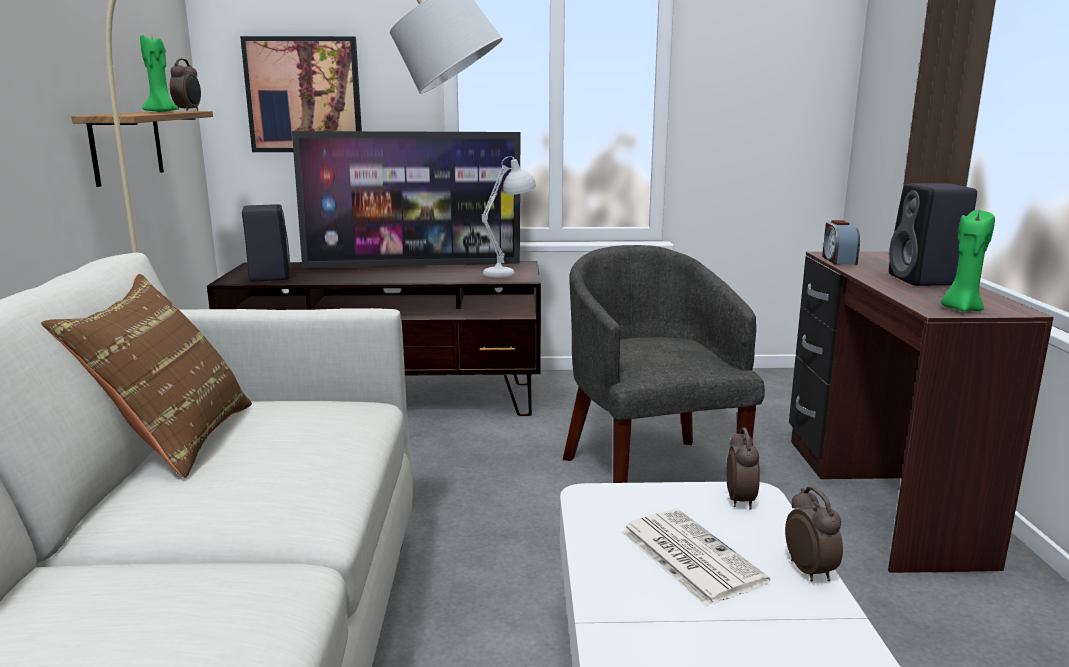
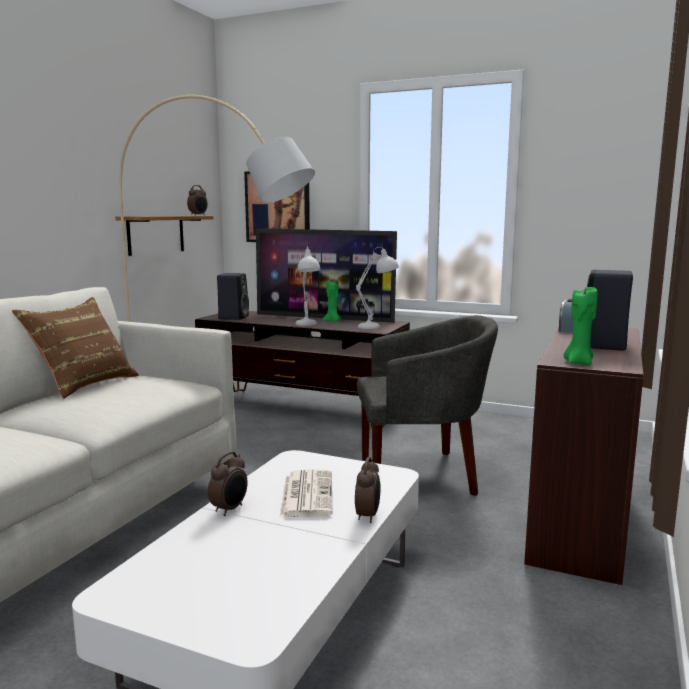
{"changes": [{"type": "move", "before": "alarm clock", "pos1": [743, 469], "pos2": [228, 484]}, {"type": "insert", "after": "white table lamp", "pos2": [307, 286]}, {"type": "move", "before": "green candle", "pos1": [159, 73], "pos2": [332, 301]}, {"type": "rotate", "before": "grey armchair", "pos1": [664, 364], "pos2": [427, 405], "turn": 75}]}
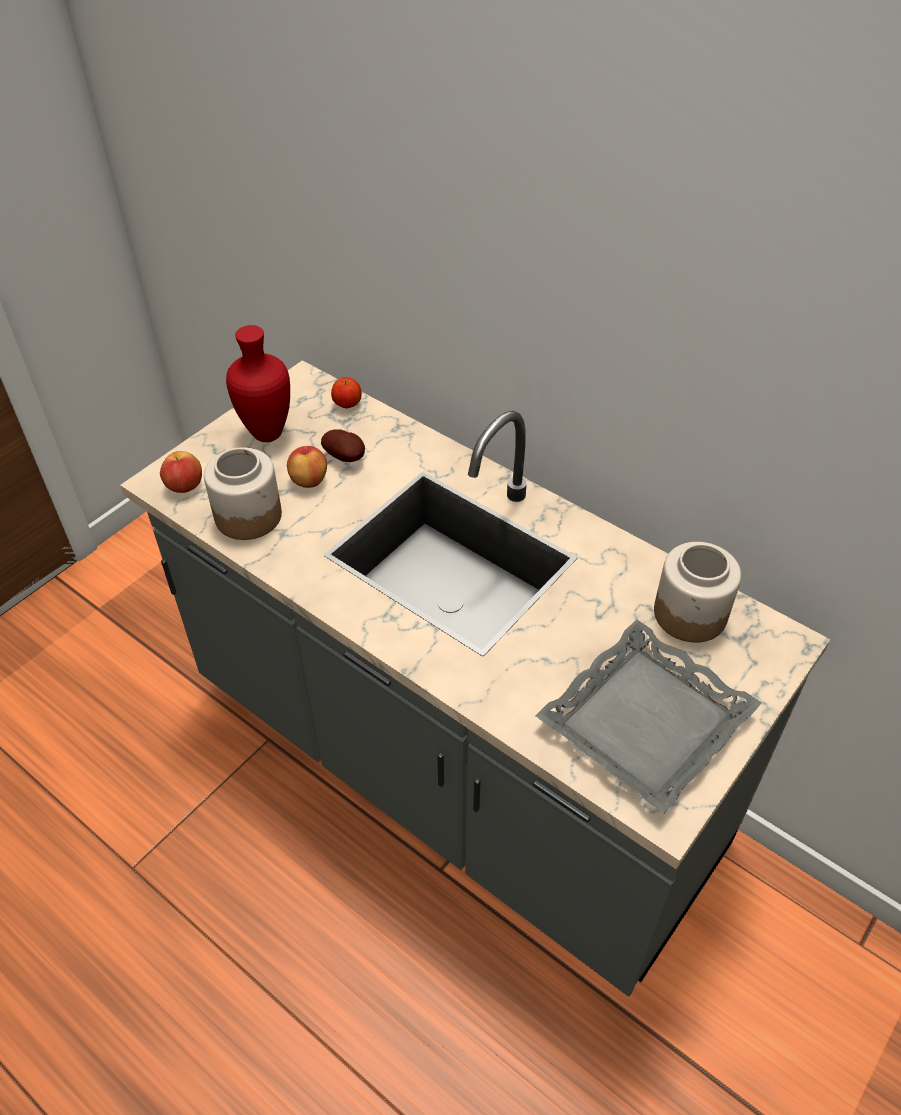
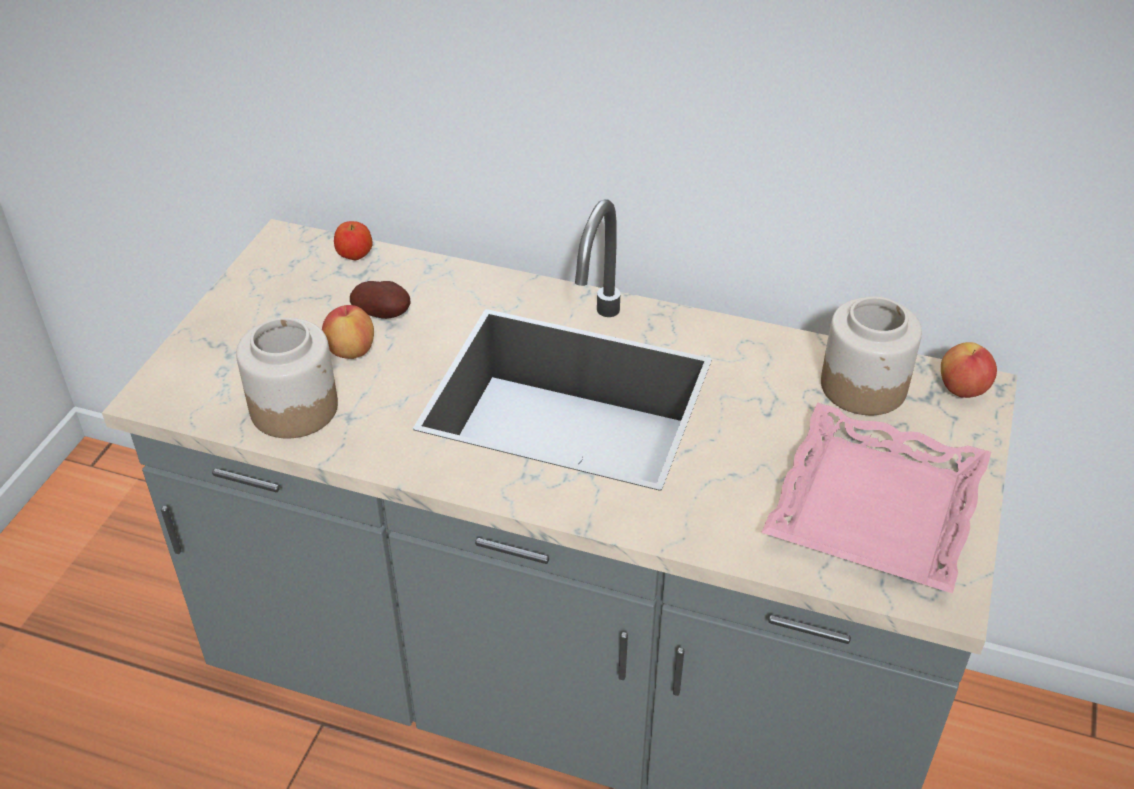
{"changes": [{"type": "recolor", "before": "grey tray", "after": "pink tray", "pos1": [648, 716], "pos2": [876, 498]}, {"type": "move", "before": "apple", "pos1": [181, 472], "pos2": [969, 370]}, {"type": "delete", "before": "red vase", "pos1": [258, 383]}]}
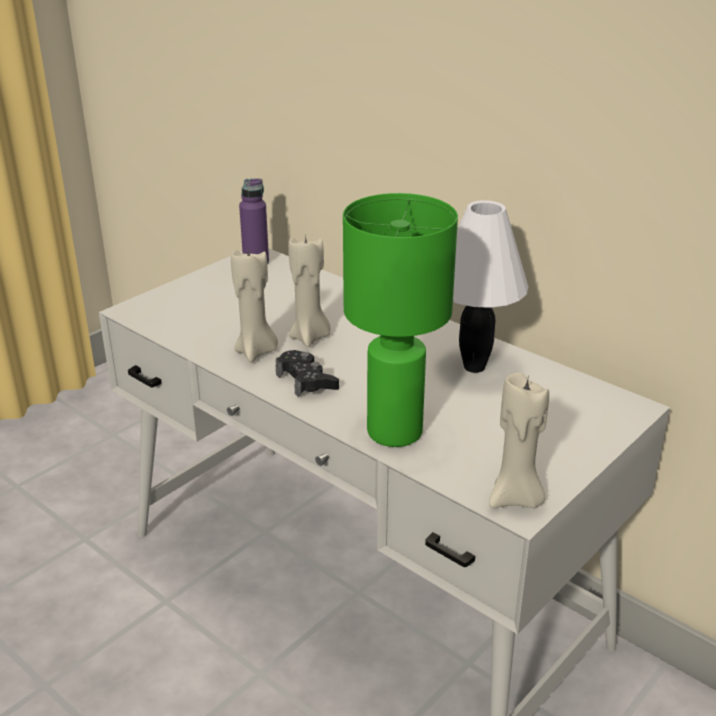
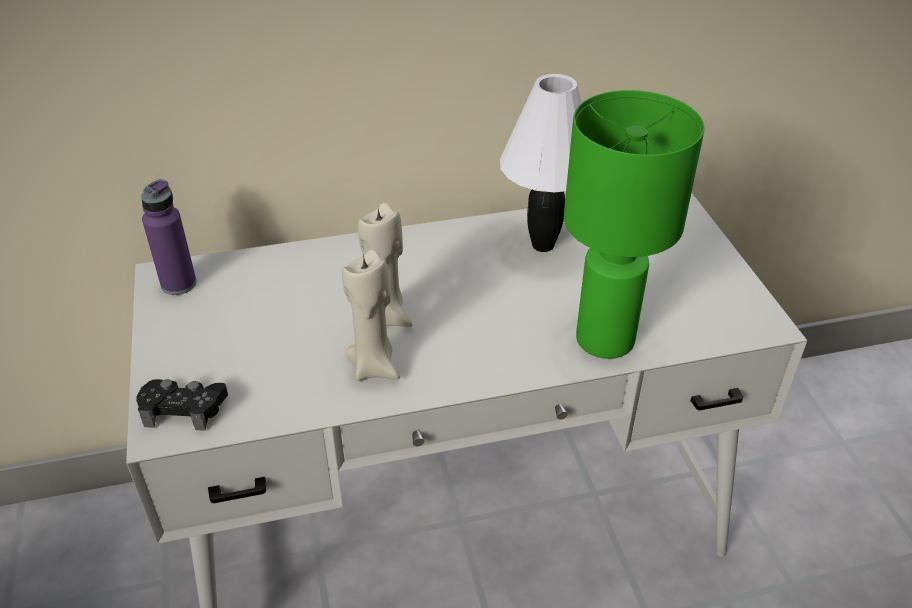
{"changes": [{"type": "move", "before": "black game controller", "pos1": [307, 374], "pos2": [182, 405]}, {"type": "delete", "before": "beige candle", "pos1": [519, 440]}]}
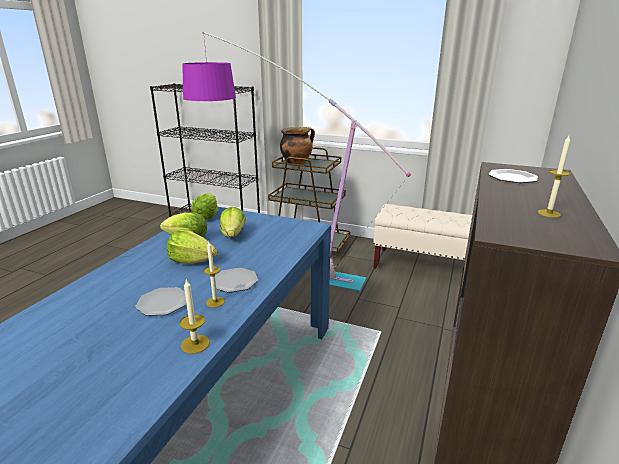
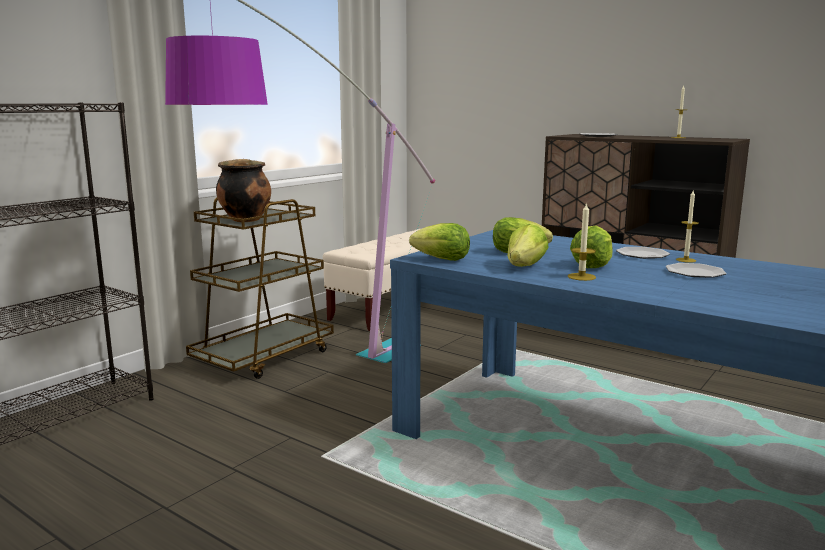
{"changes": [{"type": "move", "before": "candle", "pos1": [195, 316], "pos2": [582, 241]}]}
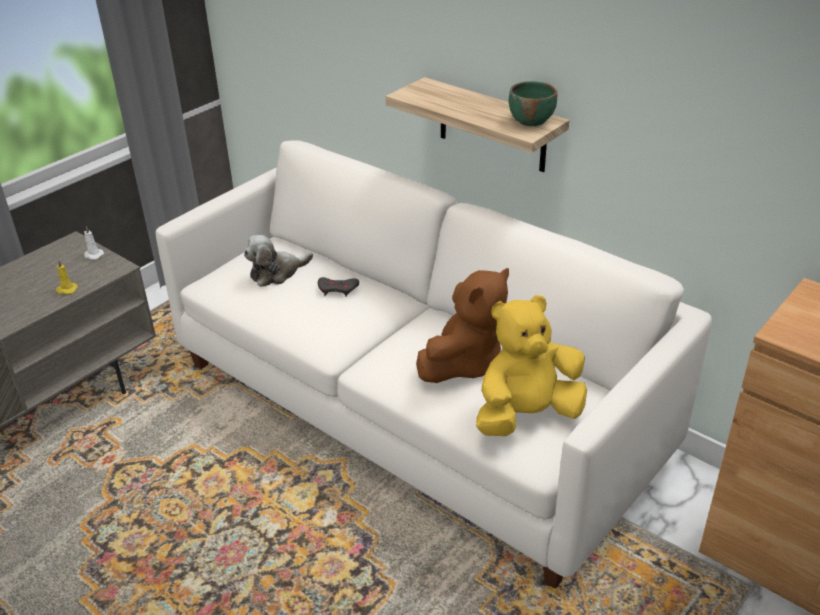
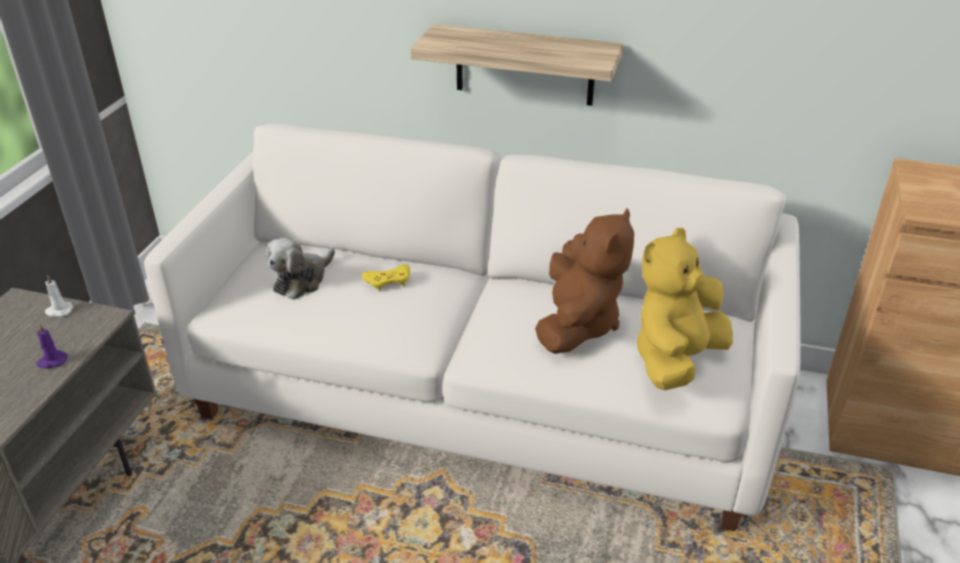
{"changes": [{"type": "recolor", "before": "yellow candle", "after": "purple candle", "pos1": [67, 277], "pos2": [51, 346]}, {"type": "recolor", "before": "grey game controller", "after": "yellow game controller", "pos1": [338, 287], "pos2": [386, 277]}, {"type": "delete", "before": "green bowl", "pos1": [533, 103]}]}
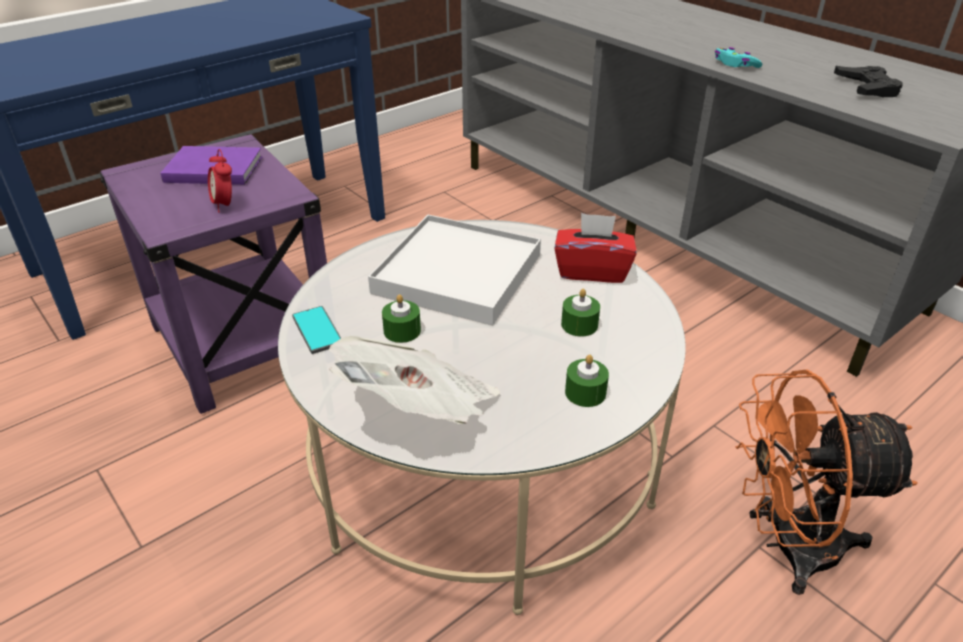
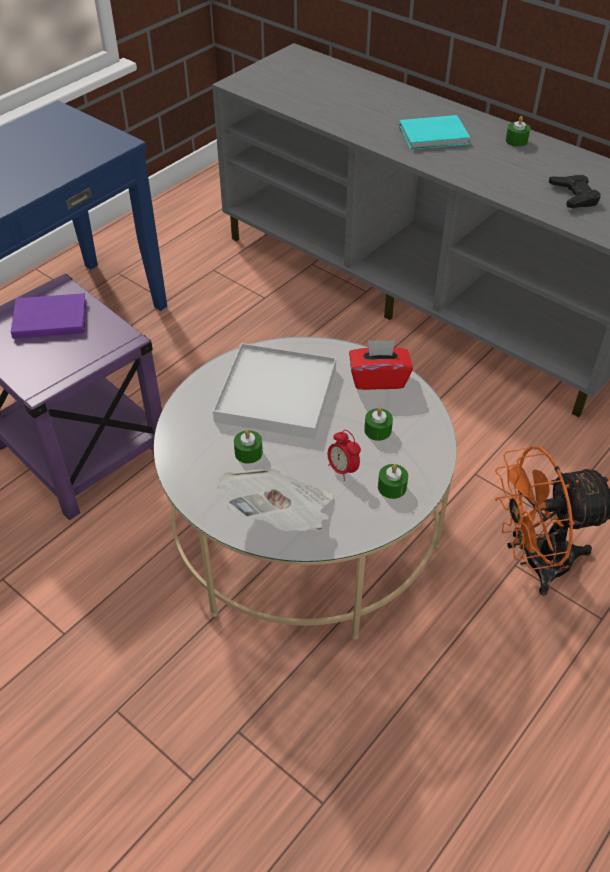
{"changes": [{"type": "move", "before": "alarm clock", "pos1": [220, 181], "pos2": [344, 455]}, {"type": "insert", "after": "turquoise book", "pos2": [434, 132]}, {"type": "insert", "after": "green candle", "pos2": [518, 131]}, {"type": "delete", "before": "phone", "pos1": [316, 330]}, {"type": "delete", "before": "turquoise game controller", "pos1": [739, 57]}]}
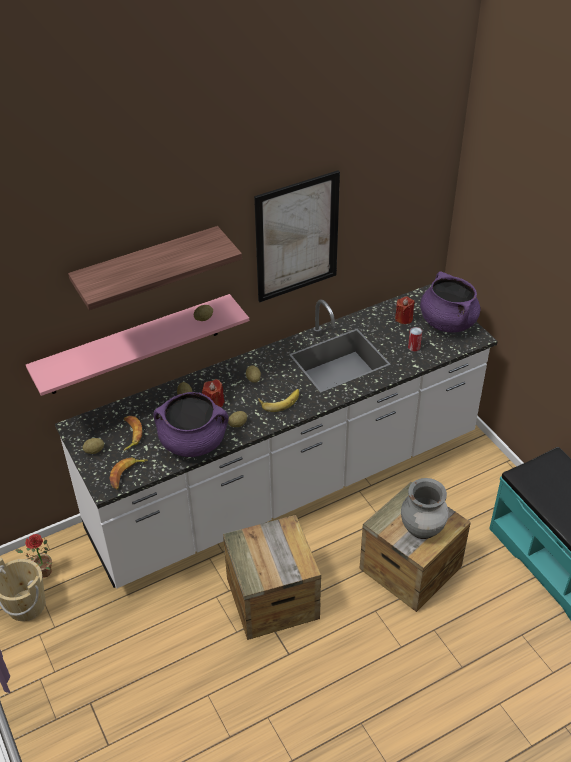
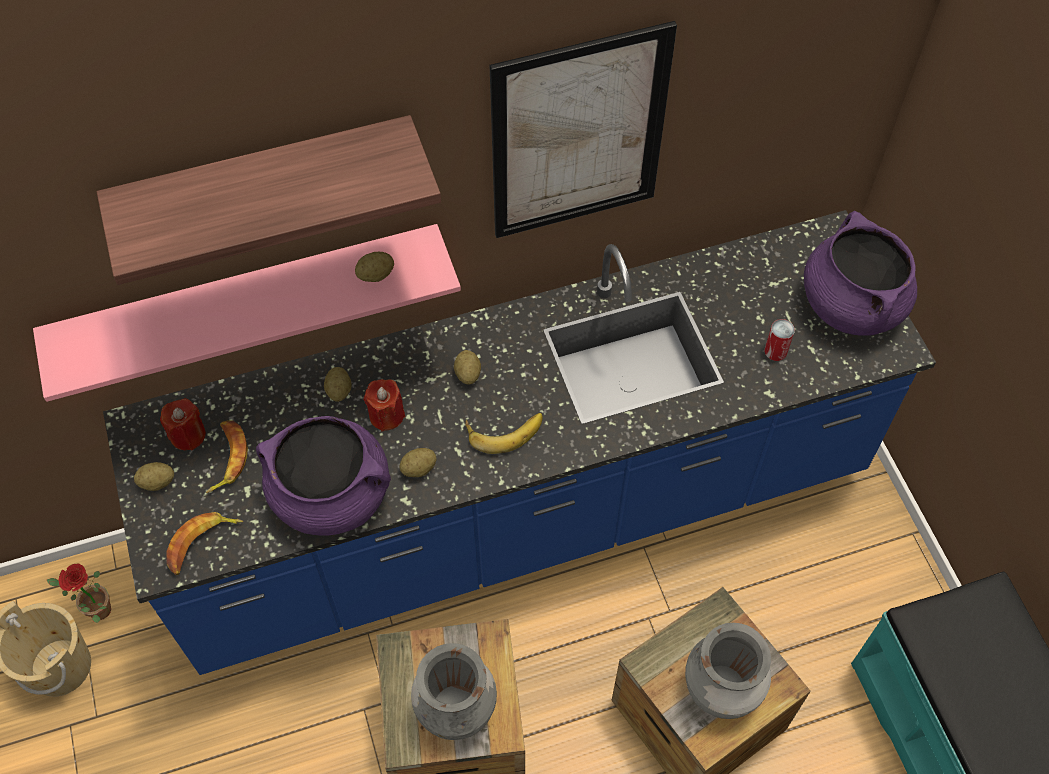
{"changes": [{"type": "recolor", "before": "white counter", "after": "blue counter", "pos1": [276, 436], "pos2": [519, 442]}, {"type": "move", "before": "red candle", "pos1": [405, 310], "pos2": [183, 424]}, {"type": "insert", "after": "grey vase", "pos2": [454, 691]}]}
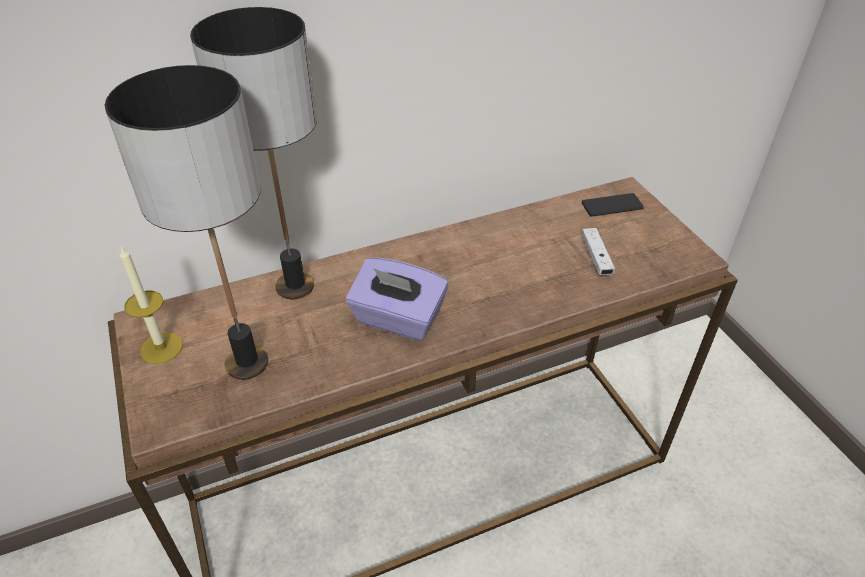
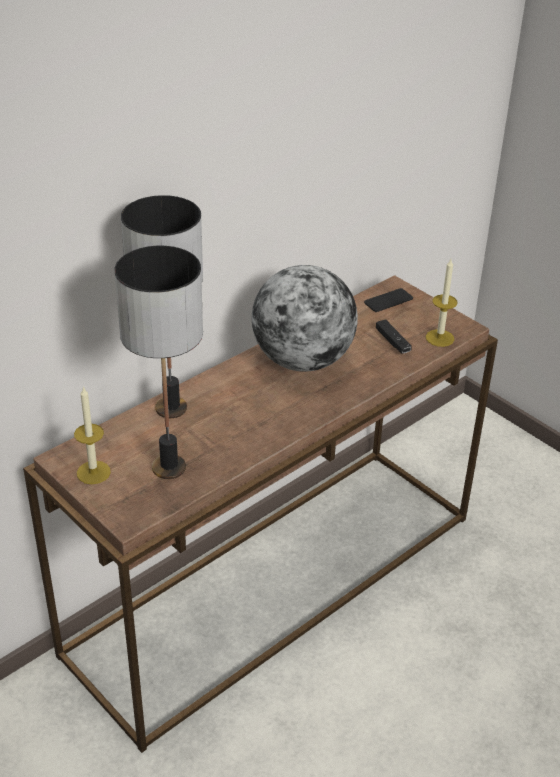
{"changes": [{"type": "insert", "after": "globe", "pos2": [305, 318]}, {"type": "recolor", "before": "white game controller", "after": "black game controller", "pos1": [598, 251], "pos2": [394, 336]}, {"type": "insert", "after": "candle", "pos2": [442, 303]}, {"type": "delete", "before": "purple tissue box", "pos1": [397, 299]}]}
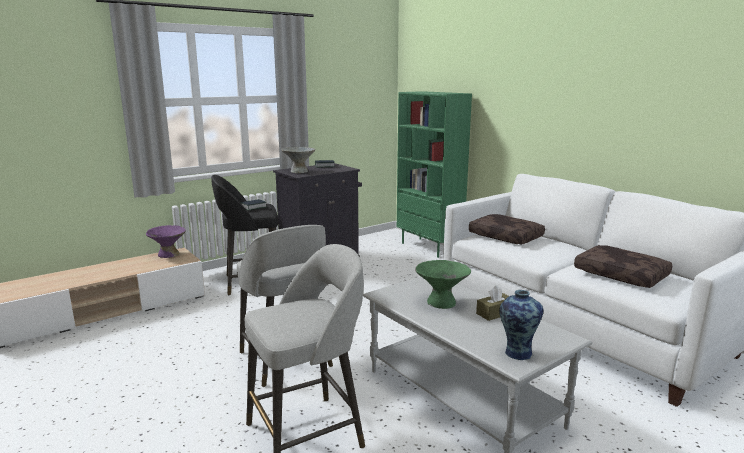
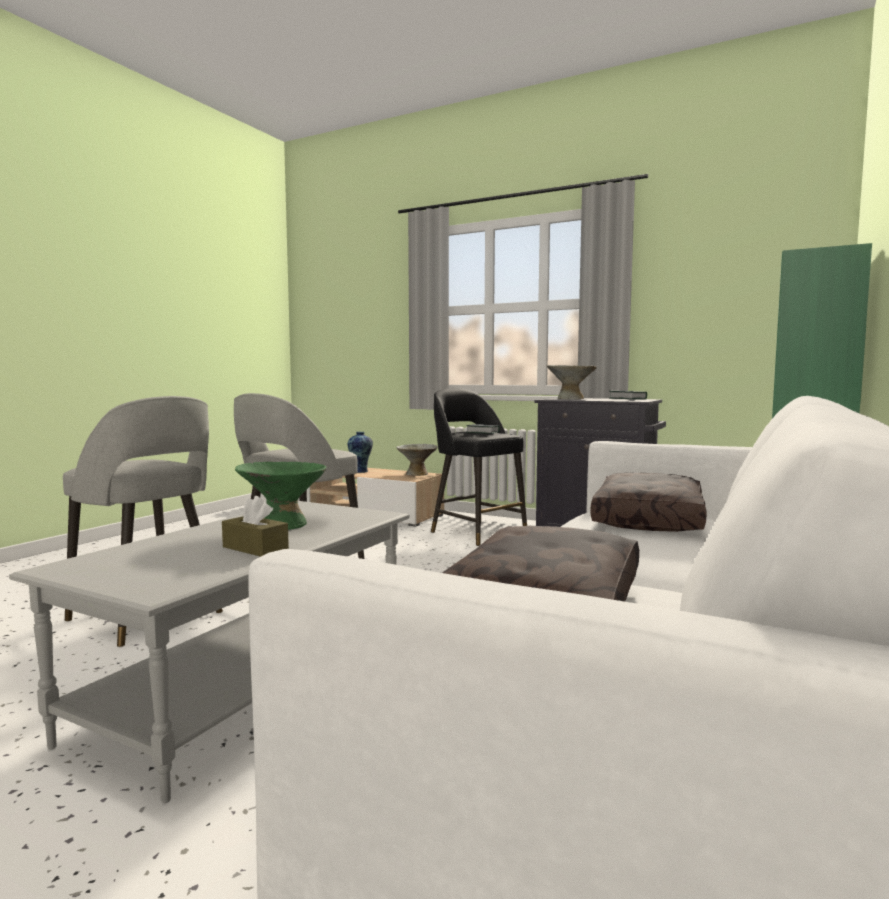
{"changes": [{"type": "move", "before": "vase", "pos1": [521, 325], "pos2": [360, 452]}, {"type": "recolor", "before": "purple bowl", "after": "grey bowl", "pos1": [166, 241], "pos2": [417, 460]}]}
